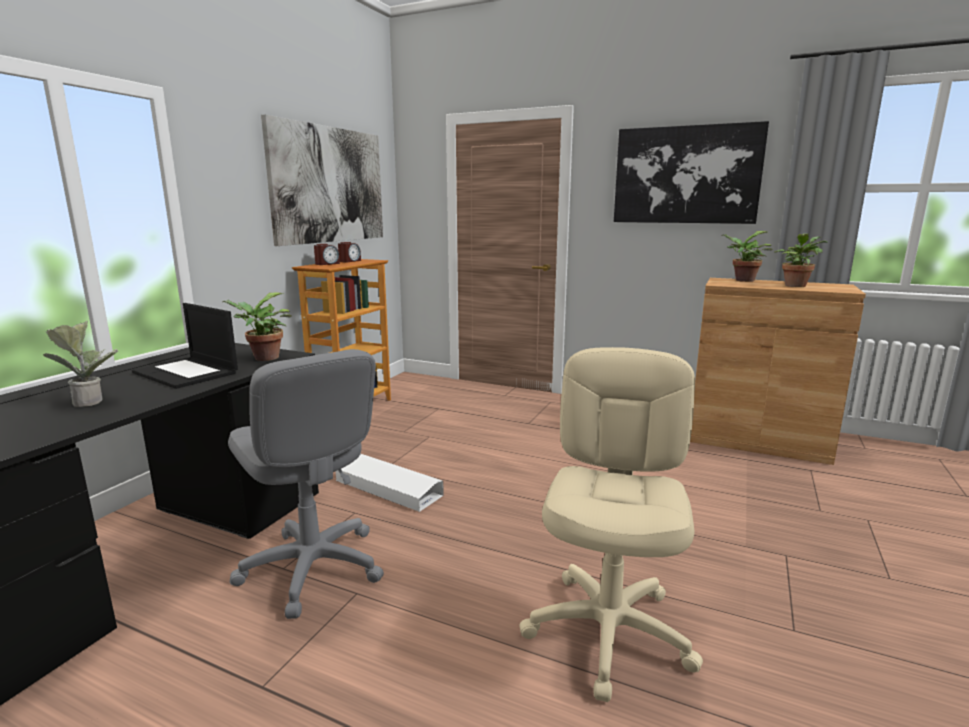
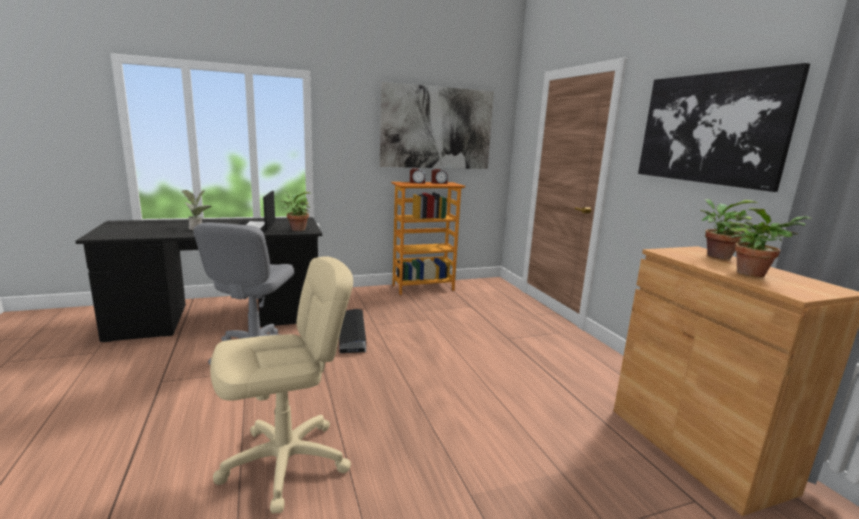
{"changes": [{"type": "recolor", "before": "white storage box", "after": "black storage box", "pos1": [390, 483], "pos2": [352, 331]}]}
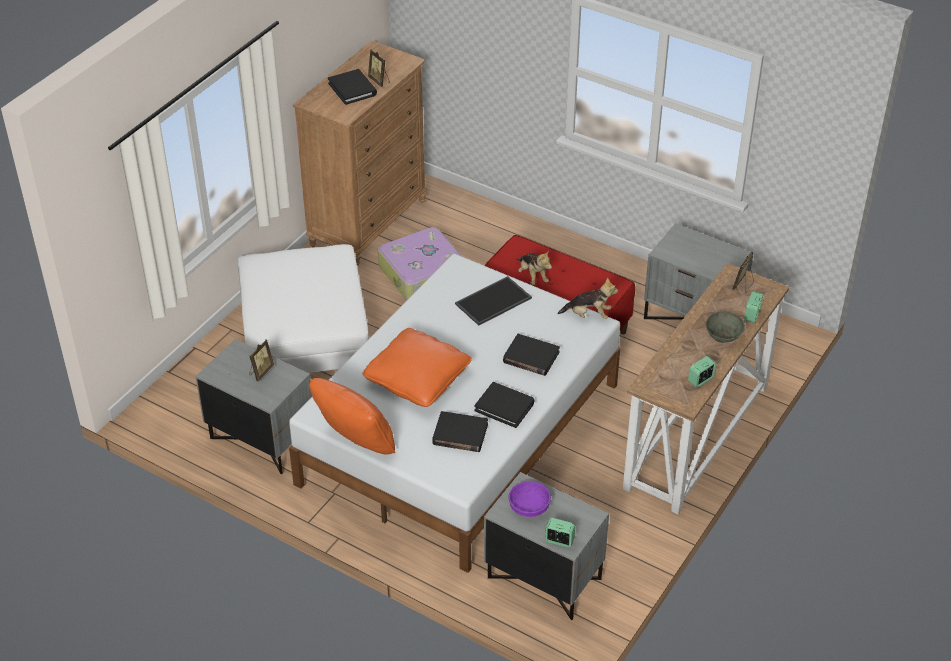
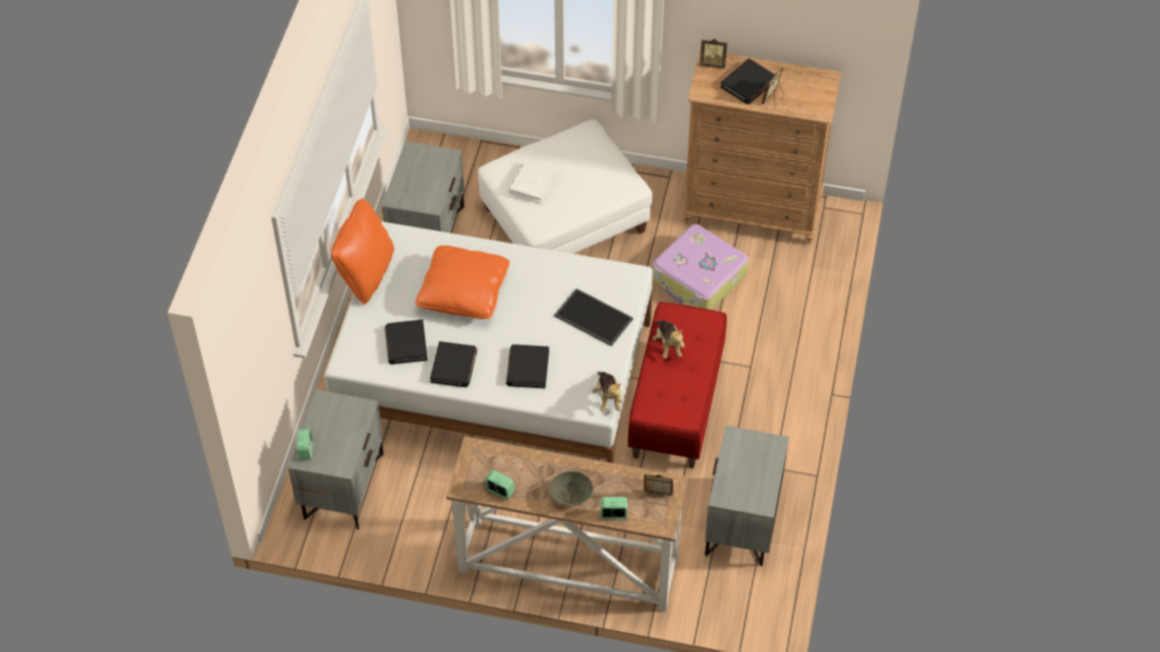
{"changes": [{"type": "insert", "after": "white book", "pos2": [533, 181]}, {"type": "rotate", "before": "plush toy", "pos1": [534, 267], "pos2": [669, 340], "turn": -60}, {"type": "move", "before": "picture frame", "pos1": [261, 360], "pos2": [713, 54]}, {"type": "delete", "before": "purple bowl", "pos1": [530, 499]}]}
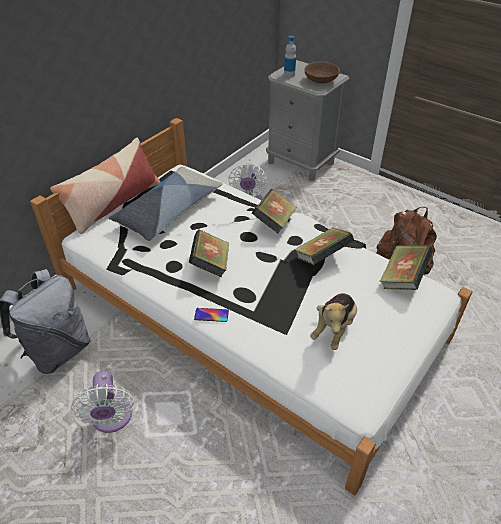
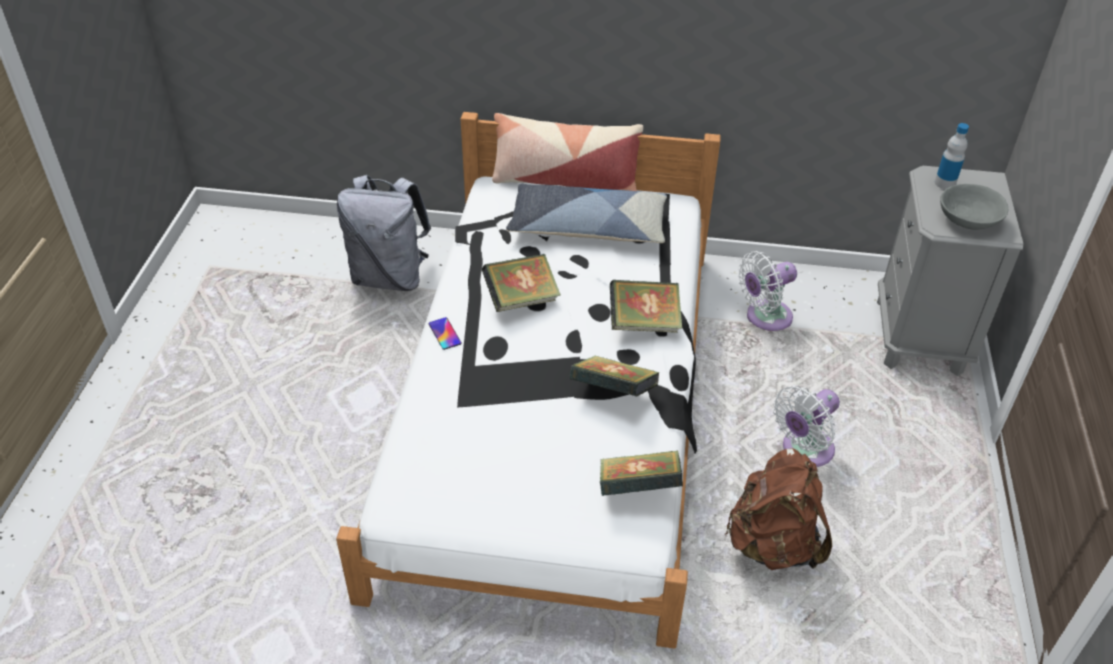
{"changes": [{"type": "move", "before": "white fan", "pos1": [102, 402], "pos2": [806, 426]}, {"type": "recolor", "before": "brown bowl", "after": "grey bowl", "pos1": [322, 72], "pos2": [974, 207]}, {"type": "delete", "before": "plush toy", "pos1": [333, 322]}]}
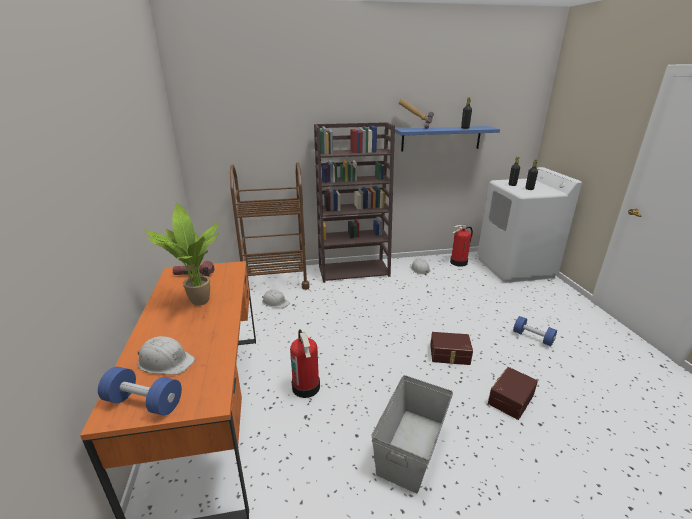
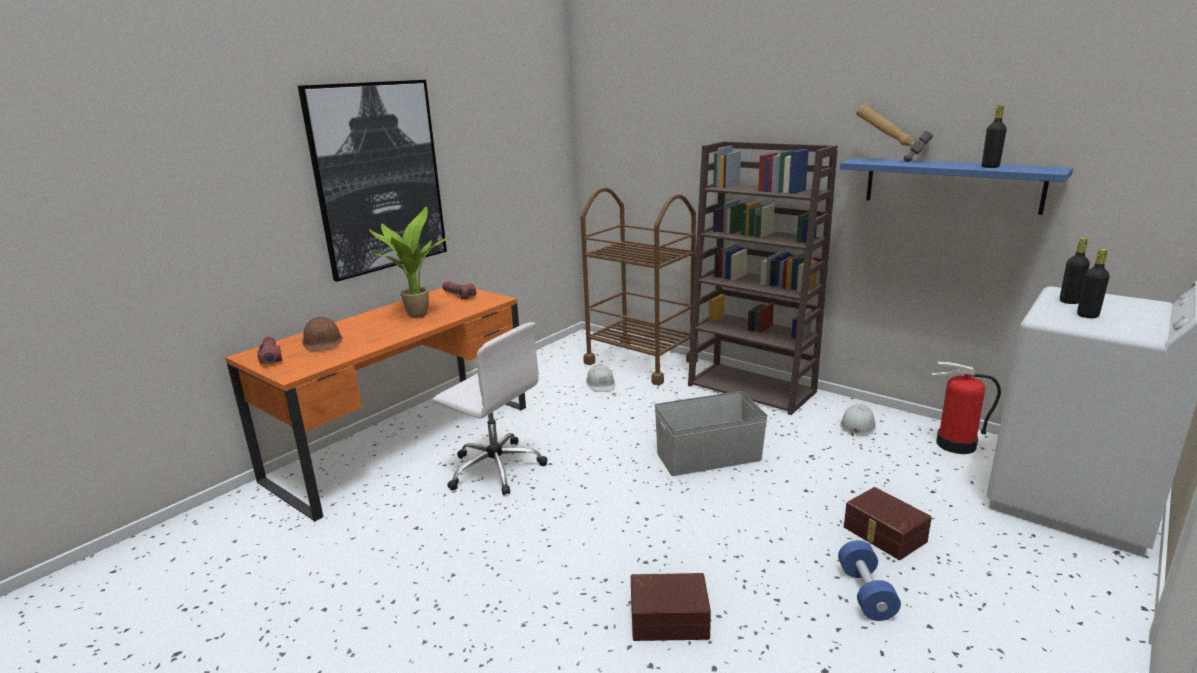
{"changes": [{"type": "replace", "before": "blue dumbbell", "after": "flashlight", "pos1": [140, 391], "pos2": [269, 350]}, {"type": "insert", "after": "picture", "pos2": [372, 181]}, {"type": "recolor", "before": "white hard hat", "after": "brown hard hat", "pos1": [166, 355], "pos2": [322, 334]}, {"type": "replace", "before": "fire extinguisher", "after": "white office chair", "pos1": [305, 363], "pos2": [490, 409]}, {"type": "move", "before": "grey storage box", "pos1": [412, 434], "pos2": [711, 433]}, {"type": "move", "before": "brown storage box", "pos1": [451, 348], "pos2": [888, 523]}]}
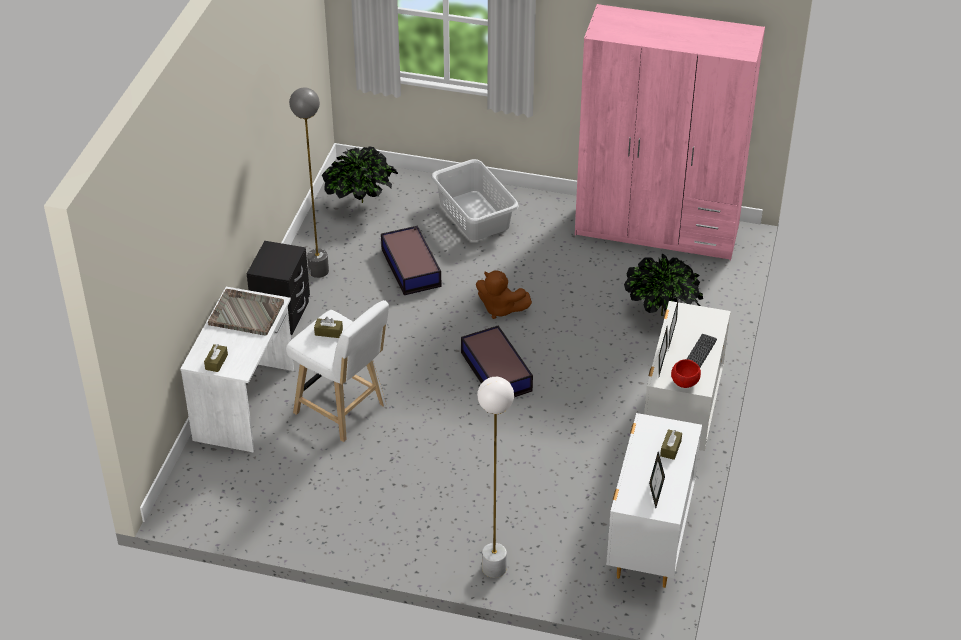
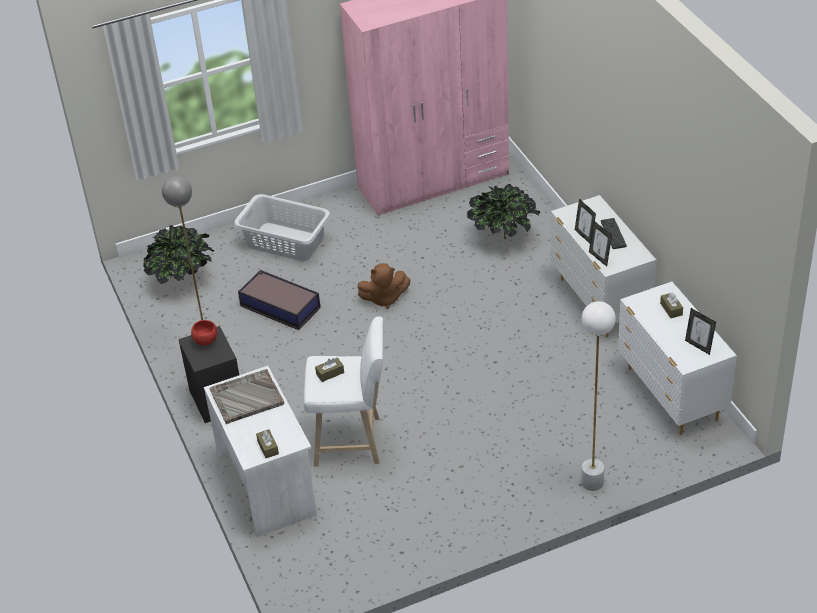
{"changes": [{"type": "move", "before": "red bowl", "pos1": [686, 373], "pos2": [204, 333]}, {"type": "delete", "before": "storage box", "pos1": [497, 361]}]}
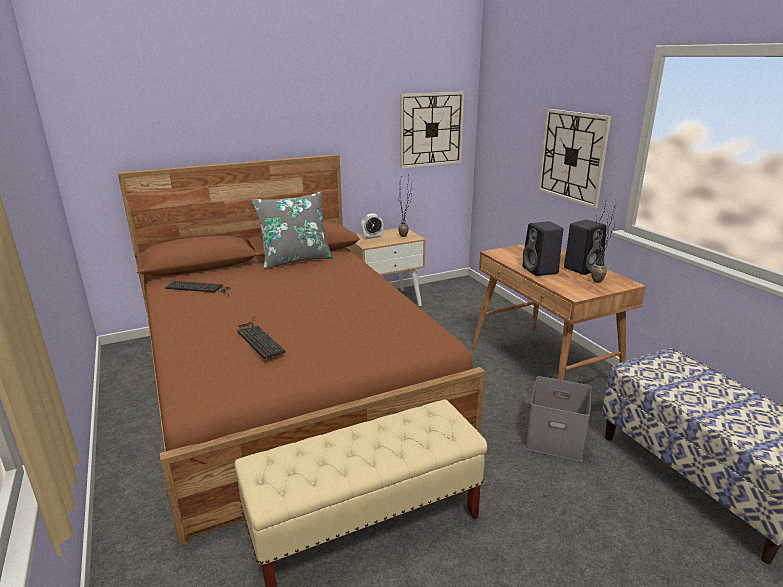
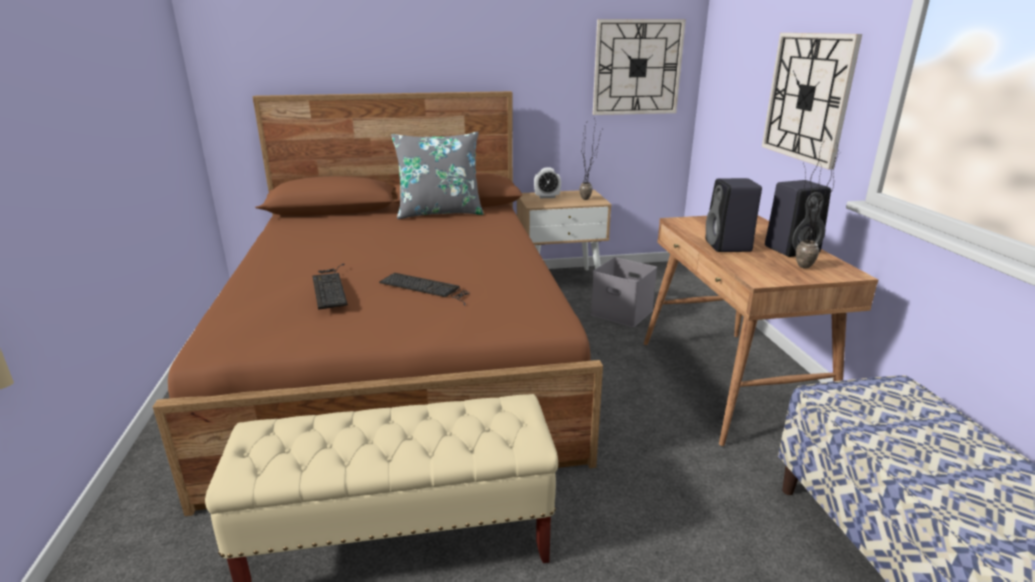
{"changes": [{"type": "move", "before": "keyboard", "pos1": [197, 288], "pos2": [424, 289]}, {"type": "move", "before": "grey storage box", "pos1": [558, 419], "pos2": [624, 292]}]}
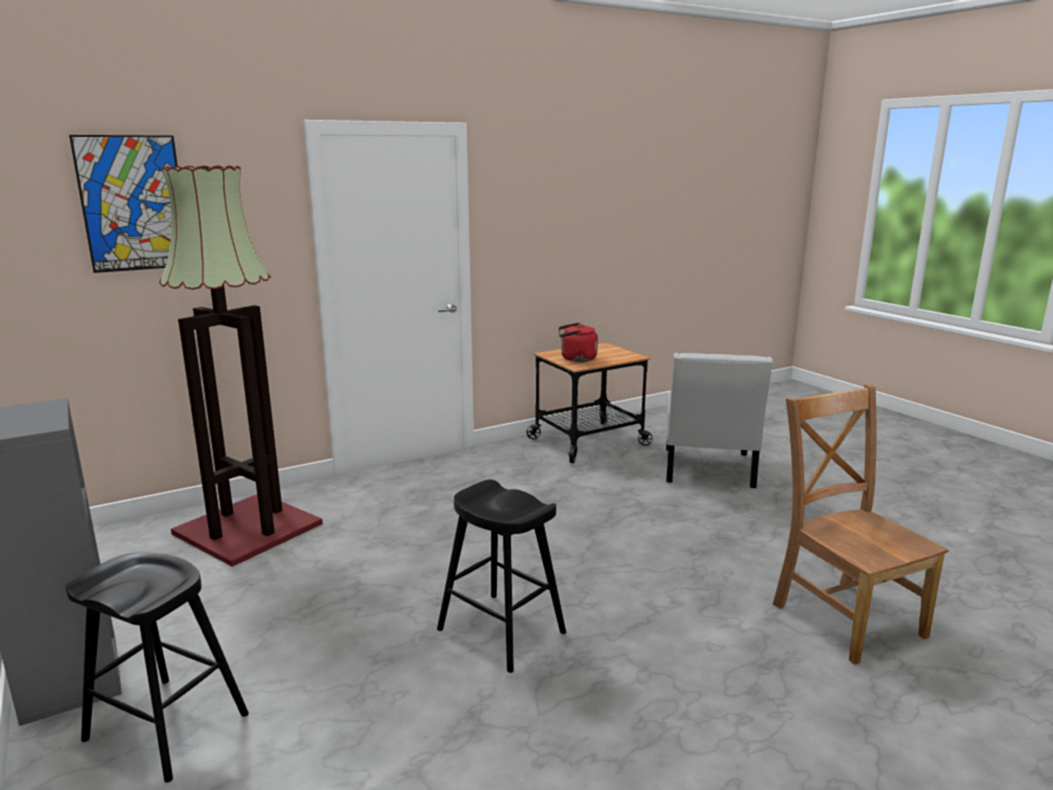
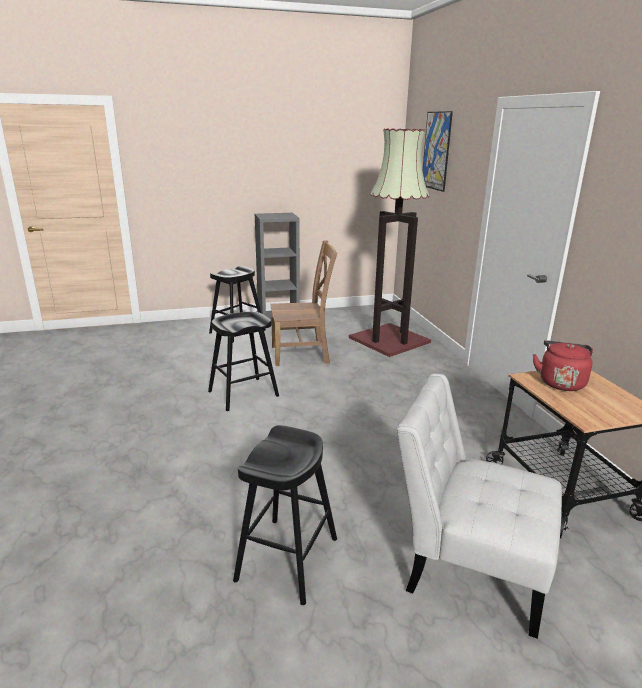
{"changes": [{"type": "insert", "after": "black stool", "pos2": [285, 515]}, {"type": "move", "before": "brown chair", "pos1": [861, 524], "pos2": [304, 303]}]}
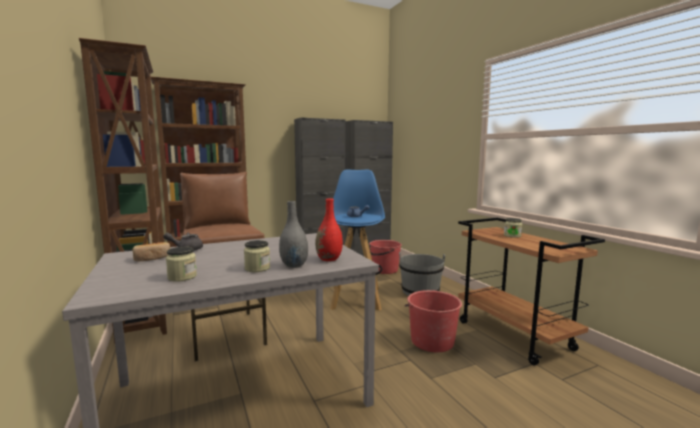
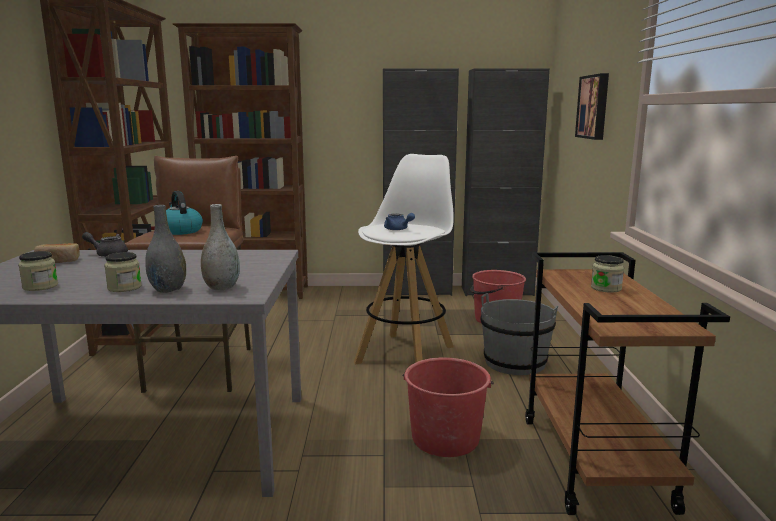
{"changes": [{"type": "insert", "after": "kettle", "pos2": [184, 213]}, {"type": "recolor", "before": "red vase", "after": "grey vase", "pos1": [329, 229], "pos2": [220, 247]}, {"type": "recolor", "before": "blue stool", "after": "white stool", "pos1": [357, 240], "pos2": [404, 259]}, {"type": "insert", "after": "picture", "pos2": [592, 106]}]}
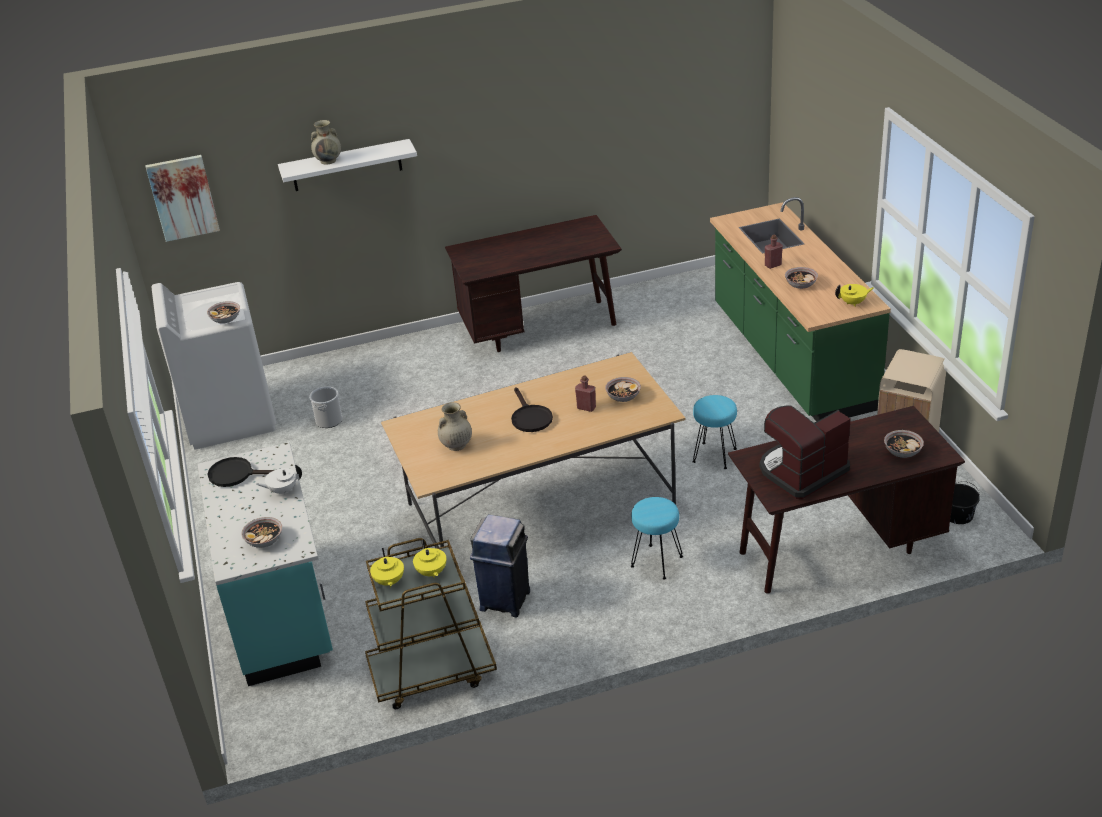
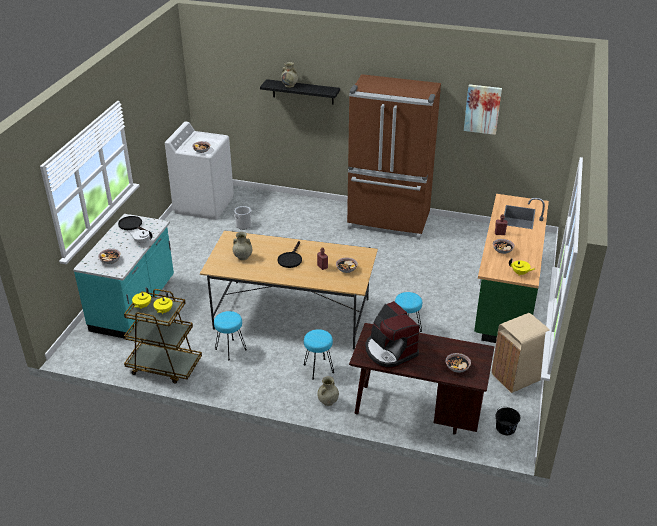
{"changes": [{"type": "replace", "before": "blue trash can", "after": "turquoise stool", "pos1": [500, 565], "pos2": [230, 335]}, {"type": "recolor", "before": "white shelf", "after": "black shelf", "pos1": [347, 165], "pos2": [300, 91]}, {"type": "insert", "after": "beige vase", "pos2": [328, 391]}, {"type": "replace", "before": "brown desk", "after": "brown fridge", "pos1": [533, 283], "pos2": [394, 157]}, {"type": "rotate", "before": "coffee machine", "pos1": [805, 452], "pos2": [392, 334], "turn": -120}, {"type": "move", "before": "picture", "pos1": [182, 198], "pos2": [483, 109]}]}
